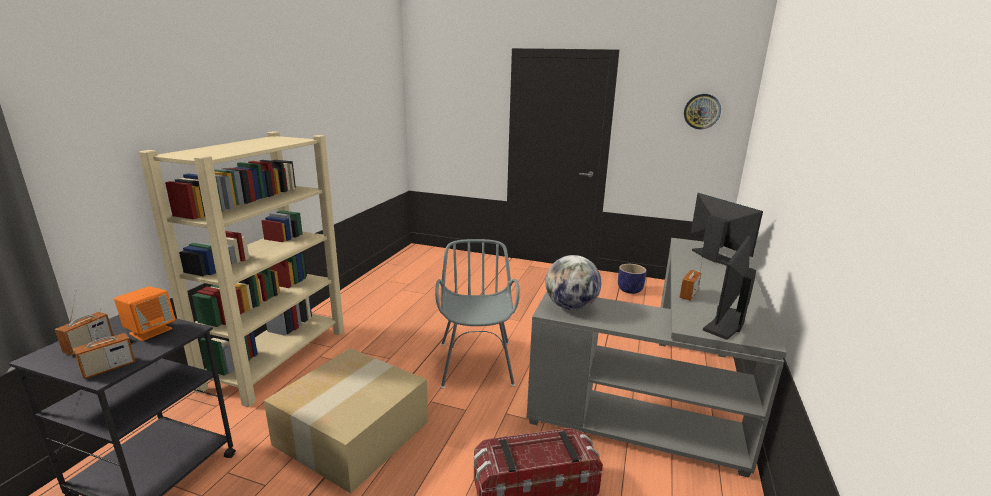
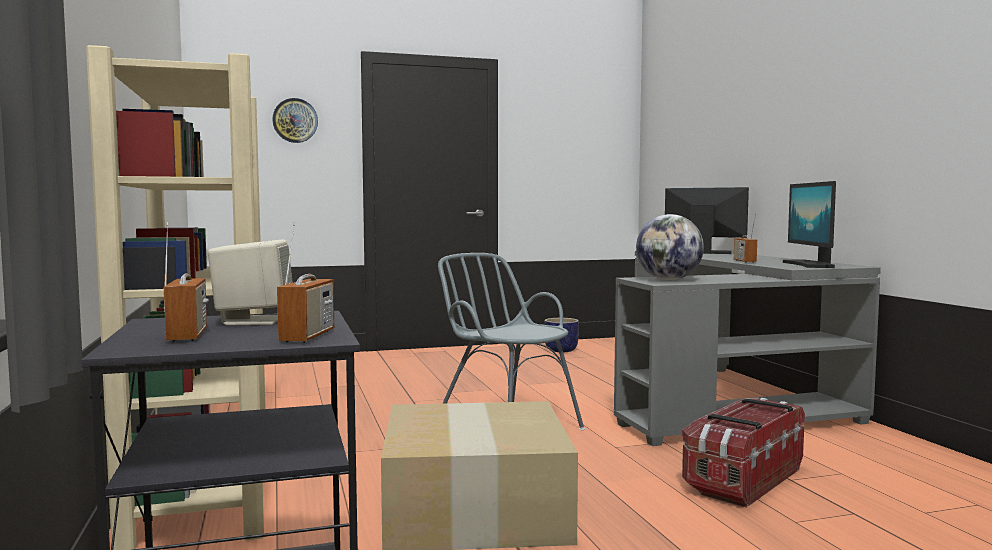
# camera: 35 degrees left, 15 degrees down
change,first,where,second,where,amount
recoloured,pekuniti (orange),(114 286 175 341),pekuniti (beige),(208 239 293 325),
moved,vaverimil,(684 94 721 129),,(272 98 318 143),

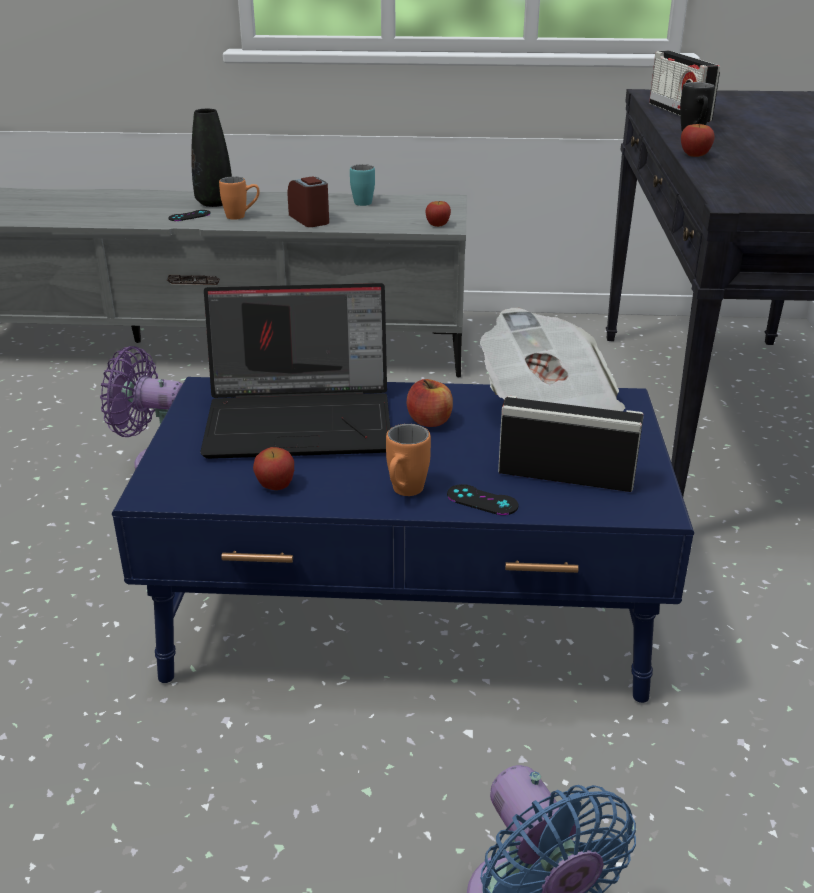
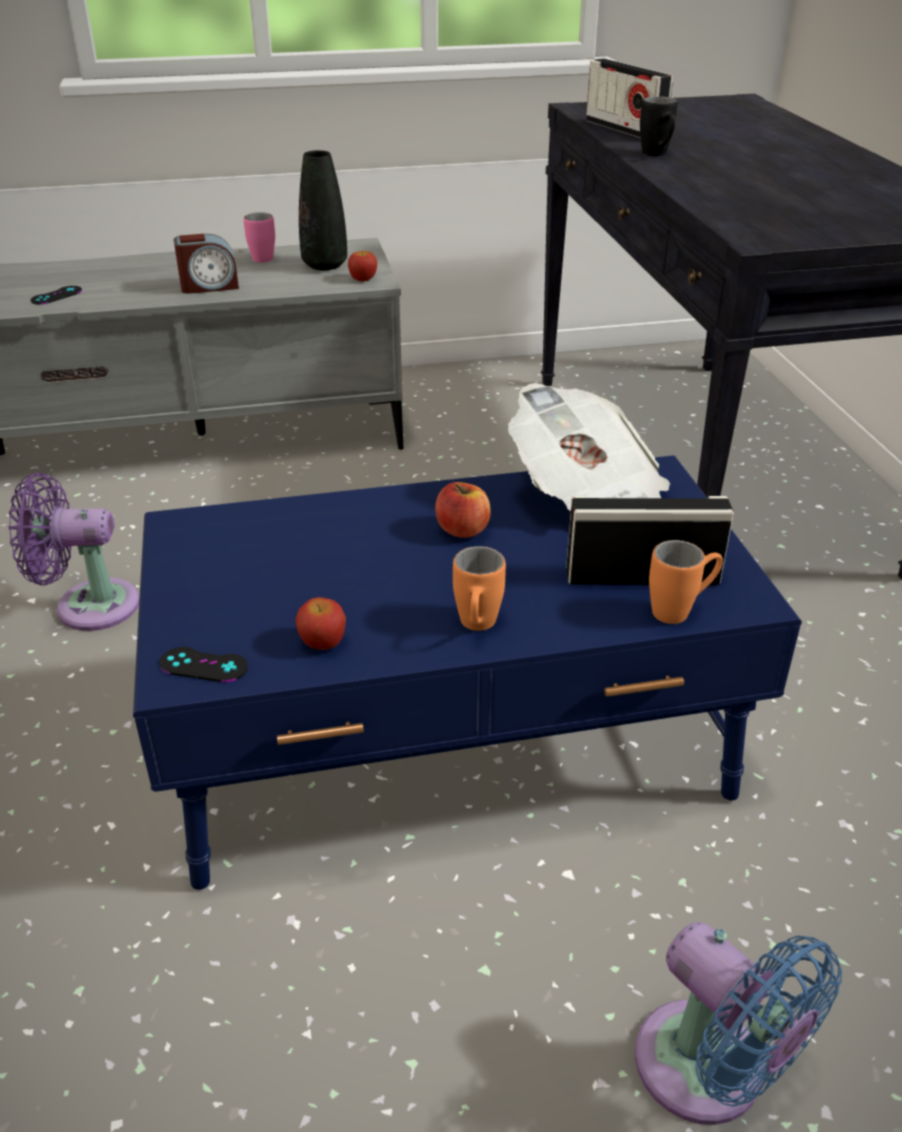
# camera: 15 degrees left, 5 degrees up
change,first,where,second,where,amount
moved,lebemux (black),(447 484 518 515),,(159 647 248 682),
turned,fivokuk,(288 176 329 227),,(174 234 239 294),120 degrees clockwise
recoloured,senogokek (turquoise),(350 164 375 206),senogokek (pink),(244 212 275 263),
moved,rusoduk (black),(191 109 232 207),,(299 150 347 270),
moved,senogokek (orange),(219 176 260 220),,(649 540 723 624),
removed,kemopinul,(200 283 391 459),,,
removed,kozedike,(681 124 715 157),,,

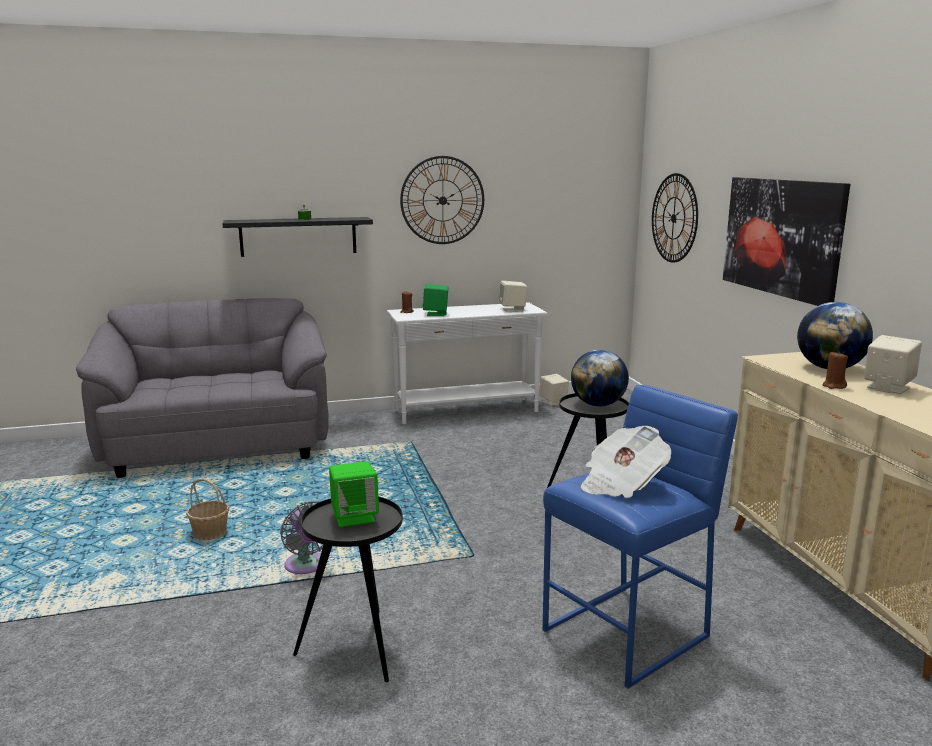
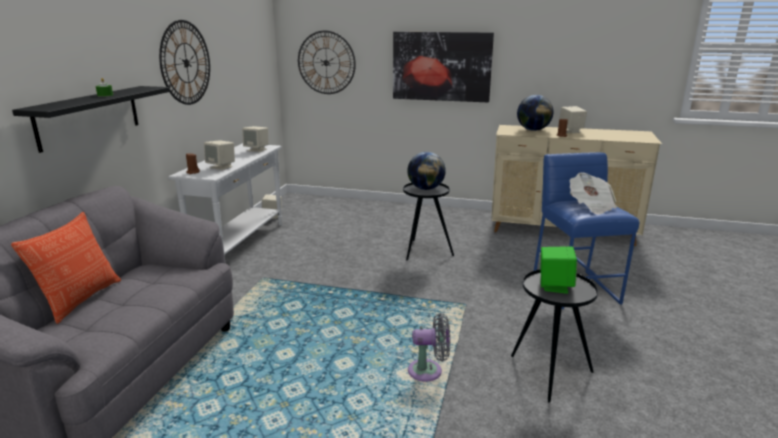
# camera: 60 degrees left, 5 degrees up
change,first,where,second,where,amount
added,,,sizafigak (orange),(11 212 121 324),
recoloured,pekuniti (green),(422 284 449 316),pekuniti (beige),(204 140 235 170),
removed,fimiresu,(186 478 230 541),,,

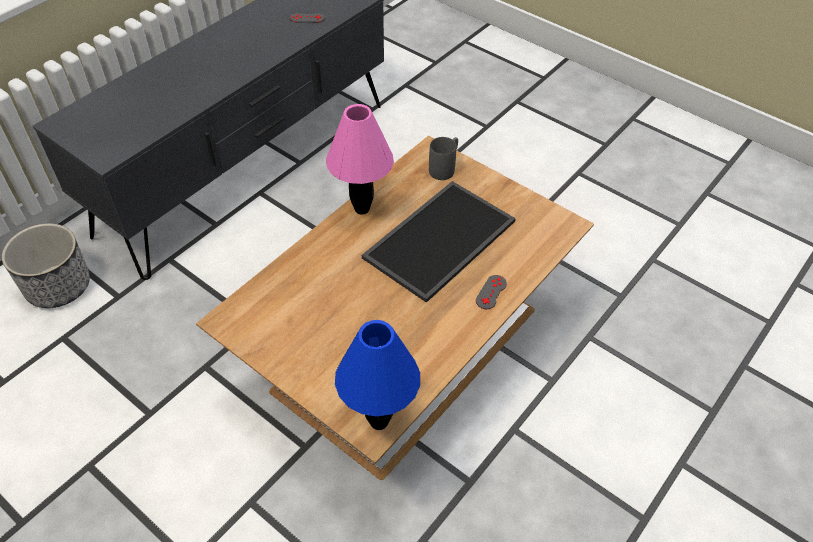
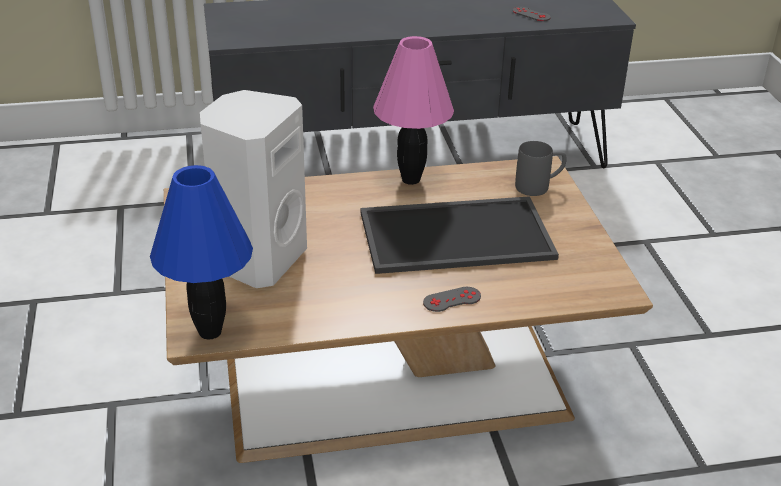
# camera: 40 degrees right, 15 degrees down
change,first,where,second,where,amount
added,,,pekuniti (white),(200 90 307 288),
removed,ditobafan,(2 223 90 308),,,

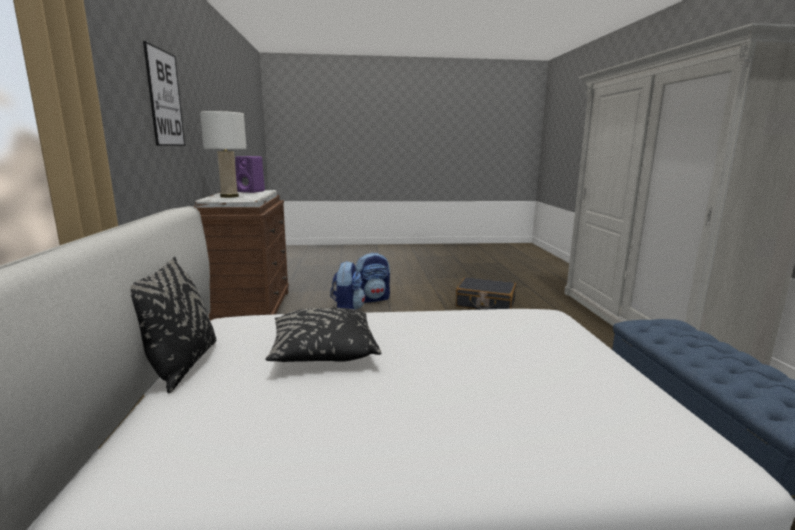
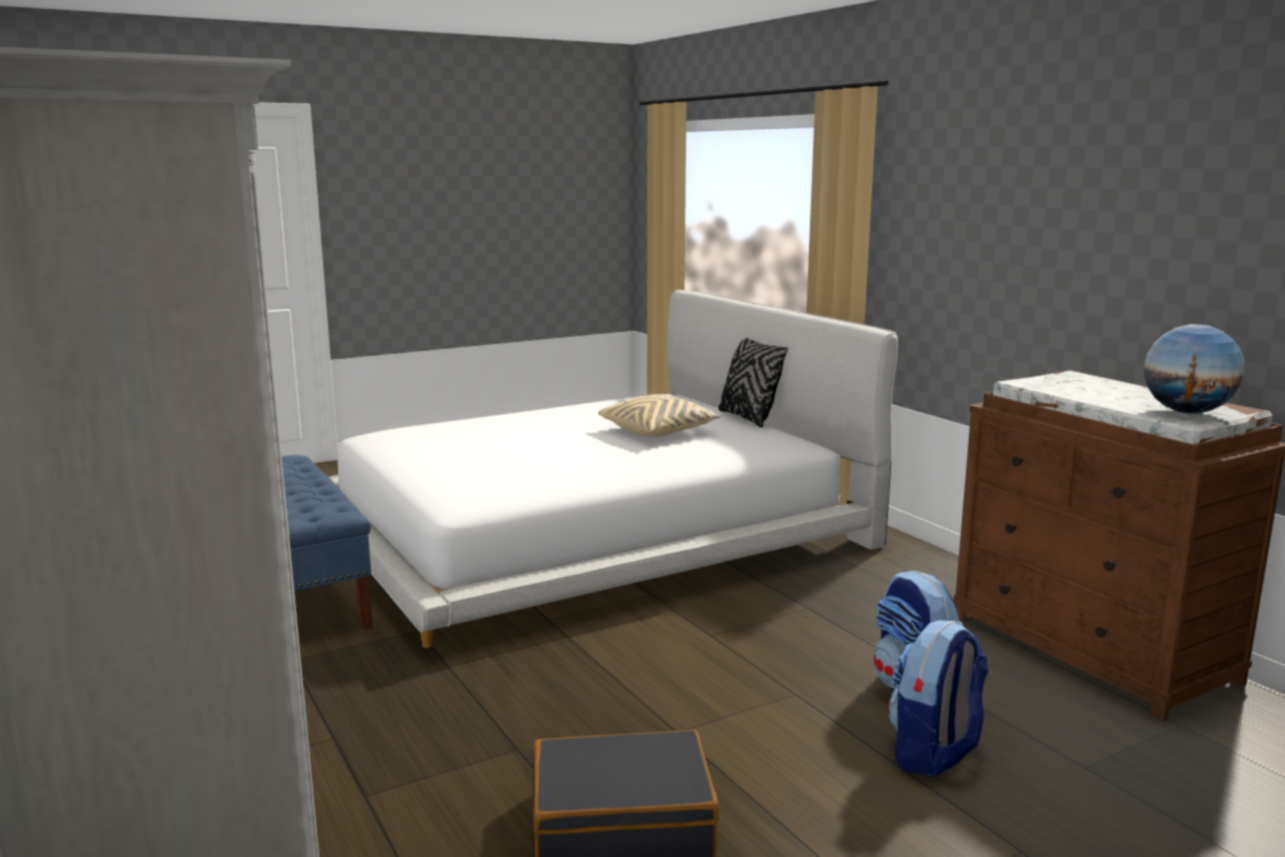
# camera: 155 degrees right, 0 degrees up
change,first,where,second,where,amount
recoloured,sizafigak (black),(266 308 381 363),sizafigak (beige),(598 394 721 437),
replaced,pekuniti (purple),(235 156 265 193),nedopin,(1144 324 1244 414),
removed,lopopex,(143 41 185 146),,,
removed,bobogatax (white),(200 111 246 198),,,

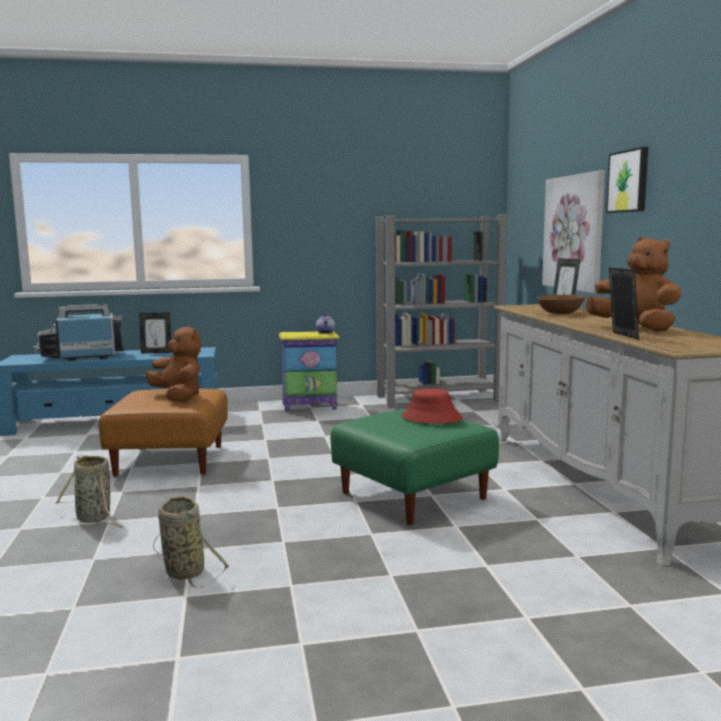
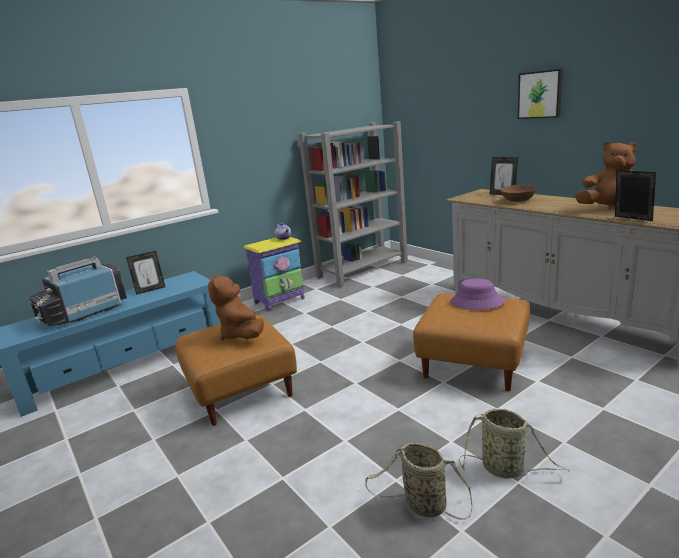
# camera: 25 degrees left, 10 degrees up
change,first,where,second,where,amount
turned,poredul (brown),(146 324 201 402),,(208 274 264 340),135 degrees counterclockwise
recoloured,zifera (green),(331 408 499 525),zifera (brown),(413 294 530 391),
recoloured,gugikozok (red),(402 389 463 424),gugikozok (purple),(450 279 505 310),
moved,fimiresu,(55 455 122 528),,(459 409 570 479),
removed,lopopex,(542 170 605 293),,,

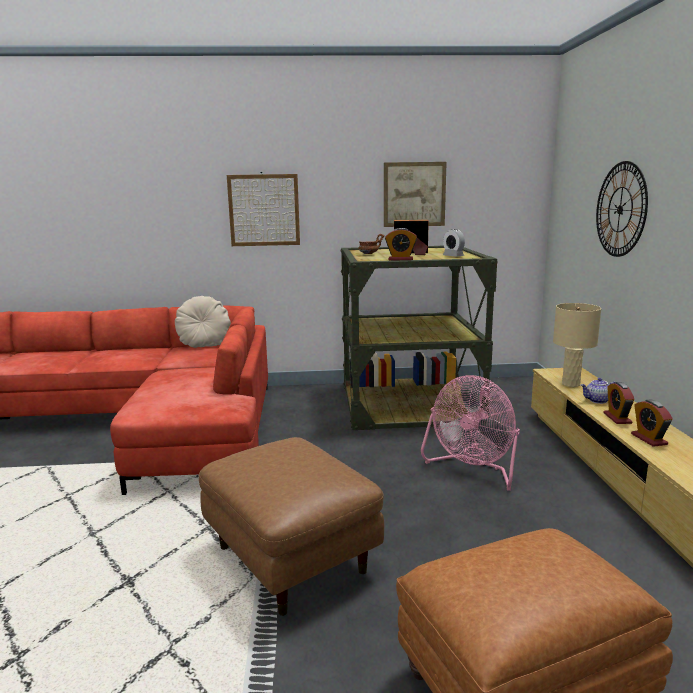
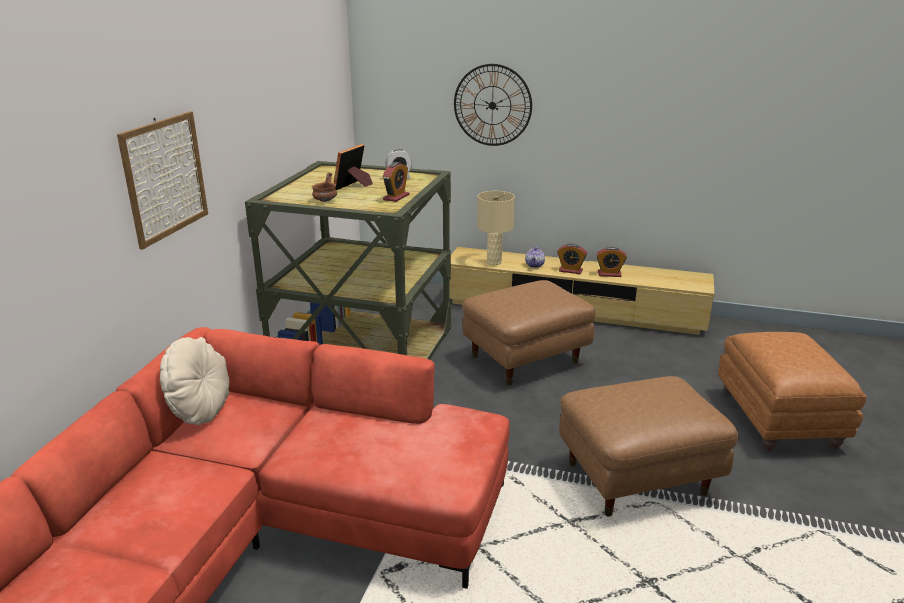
# camera: 70 degrees left, 10 degrees up
change,first,where,second,where,amount
replaced,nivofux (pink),(421 375 520 491),zifera (brown),(462 280 596 386),
removed,lopopex,(384 162 447 227),,,

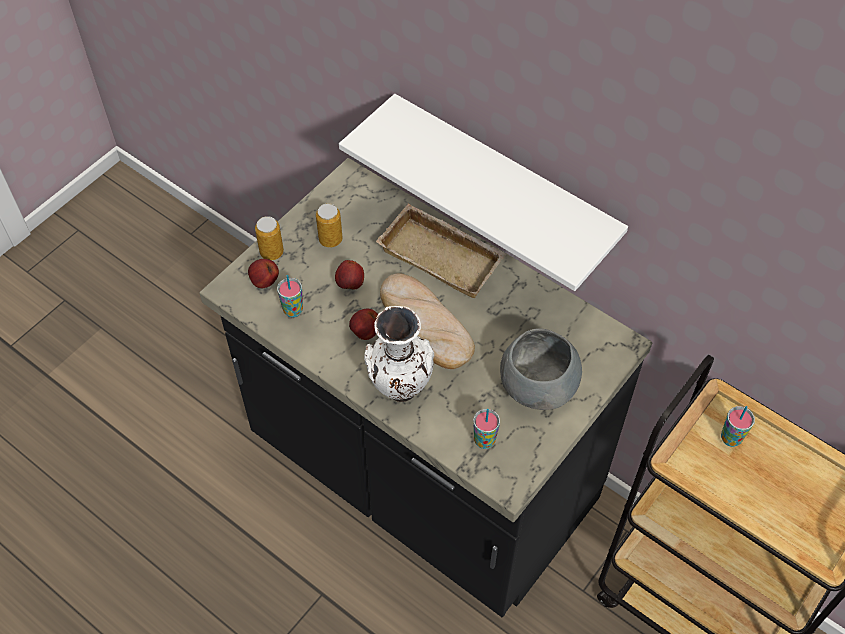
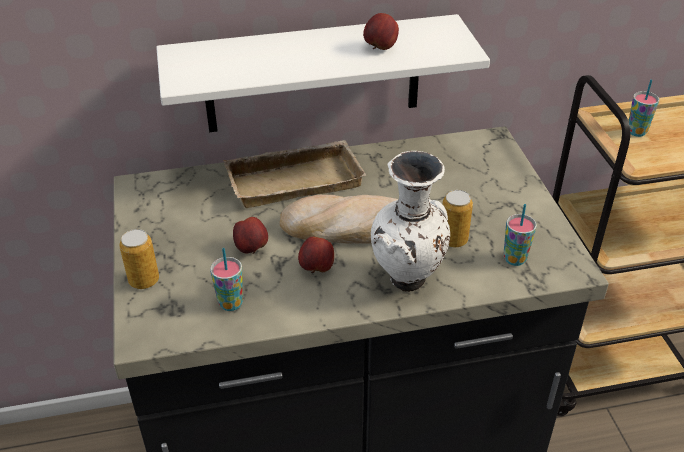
# camera: 50 degrees left, 15 degrees down
change,first,where,second,where,amount
moved,kozedike,(248 259 279 288),,(363 13 399 50),
moved,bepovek,(316 203 343 247),,(442 190 473 247),
removed,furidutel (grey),(500 328 582 410),,,

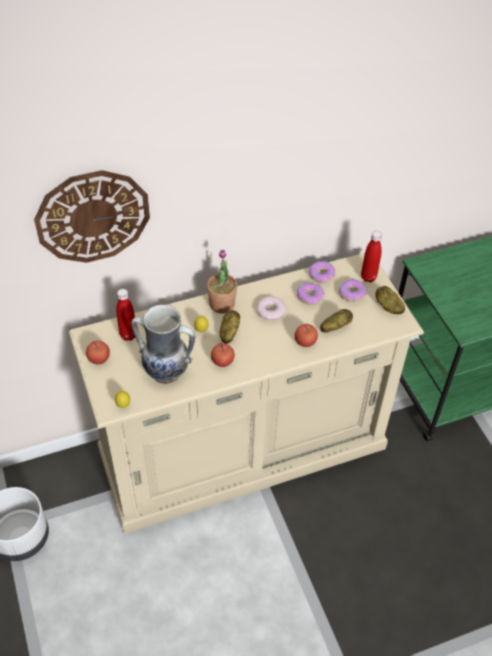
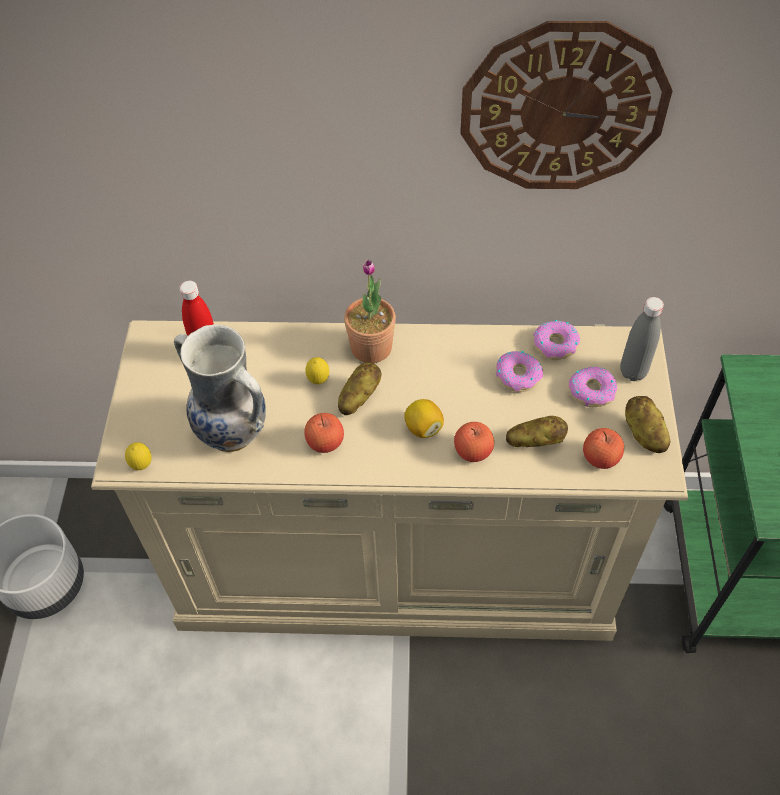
# camera: 25 degrees right, 5 degrees up
change,first,where,second,where,amount
added,,,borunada,(404 399 444 438),
moved,vaverimil,(34 170 150 263),,(460 21 672 189),
moved,kozedike,(86 341 110 364),,(583 428 624 469),
recoloured,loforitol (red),(361 231 382 282),loforitol (grey),(620 297 664 381),
removed,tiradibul,(256 296 286 320),,,

